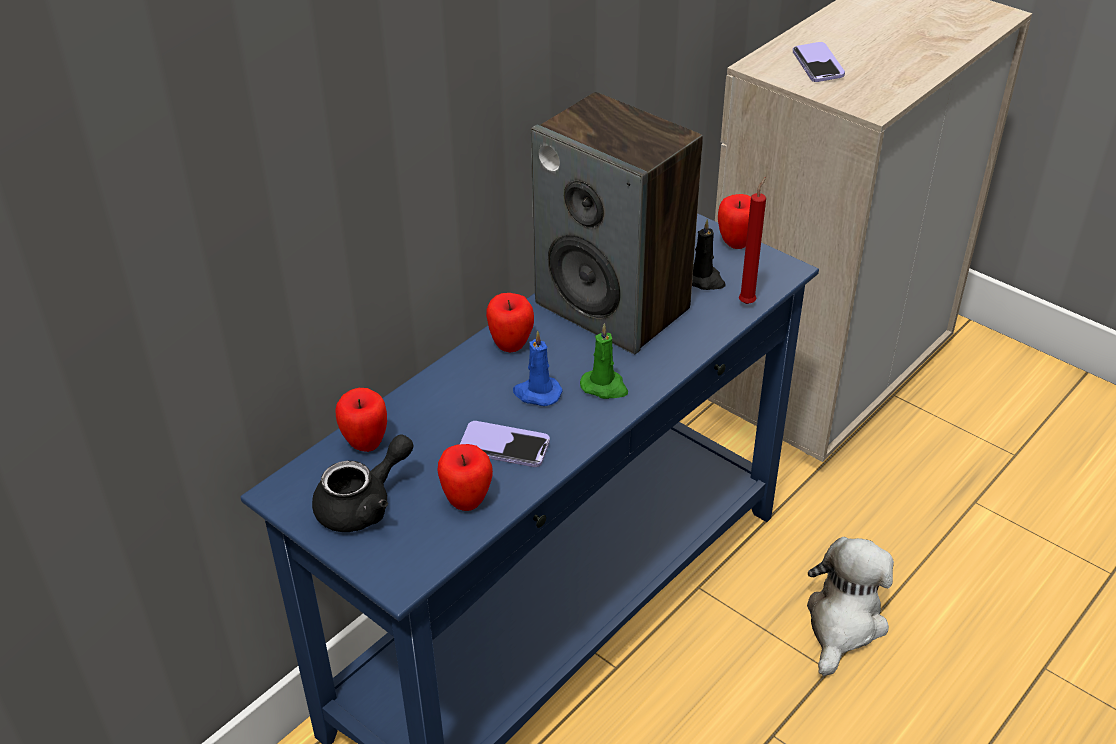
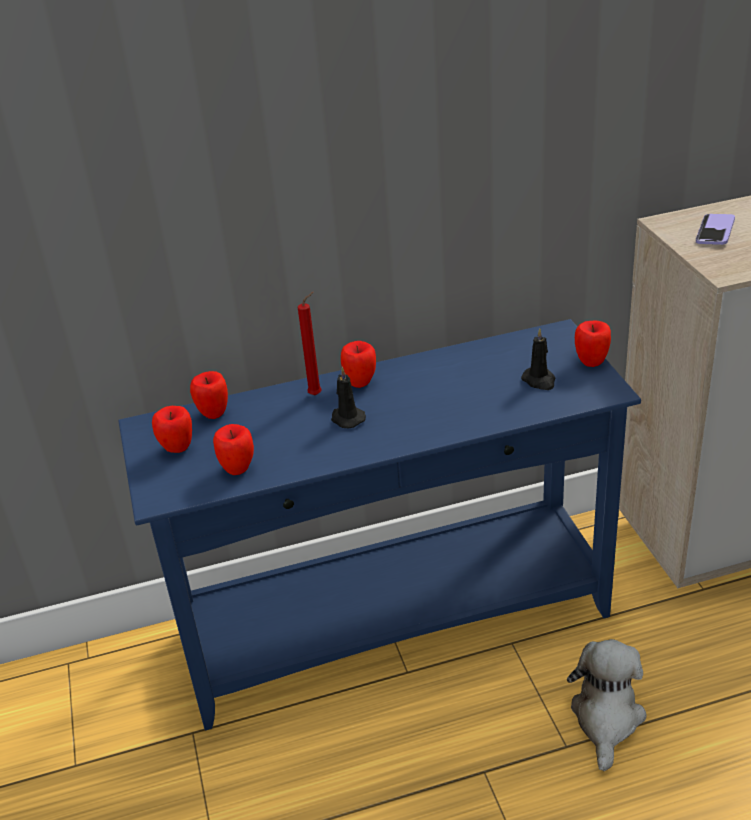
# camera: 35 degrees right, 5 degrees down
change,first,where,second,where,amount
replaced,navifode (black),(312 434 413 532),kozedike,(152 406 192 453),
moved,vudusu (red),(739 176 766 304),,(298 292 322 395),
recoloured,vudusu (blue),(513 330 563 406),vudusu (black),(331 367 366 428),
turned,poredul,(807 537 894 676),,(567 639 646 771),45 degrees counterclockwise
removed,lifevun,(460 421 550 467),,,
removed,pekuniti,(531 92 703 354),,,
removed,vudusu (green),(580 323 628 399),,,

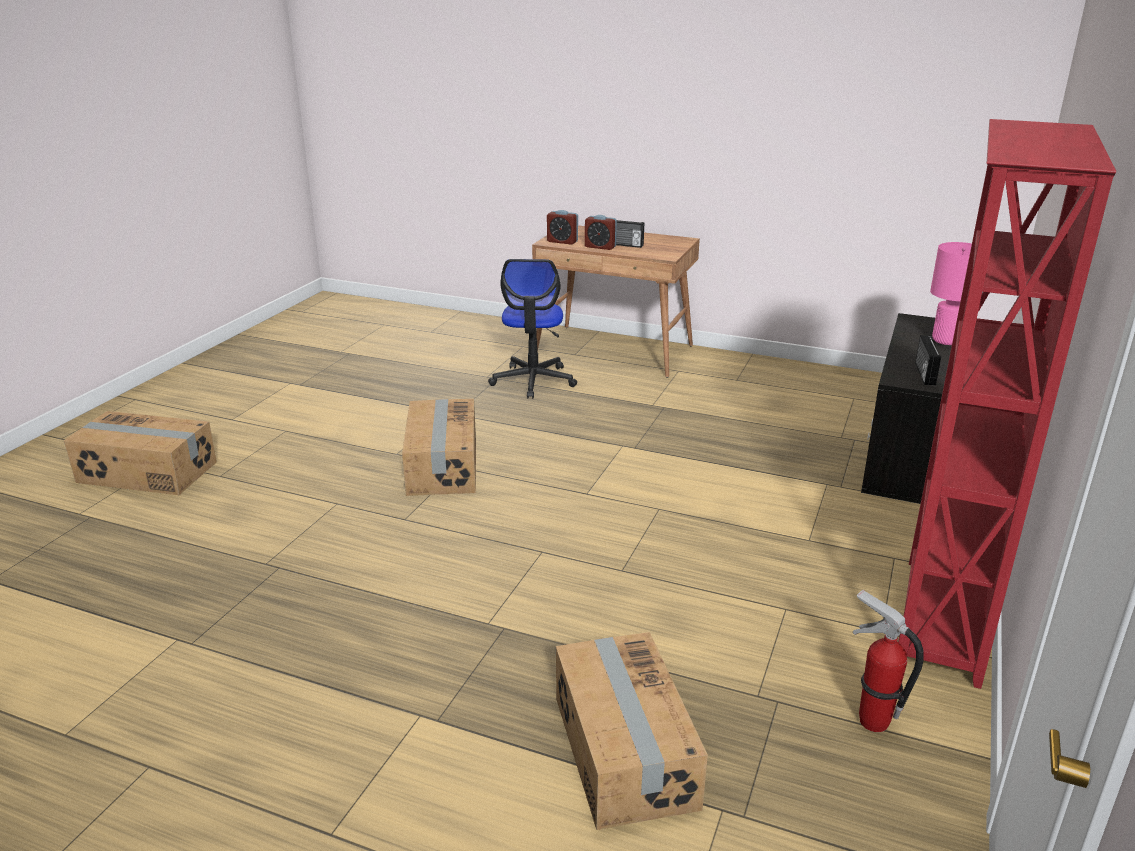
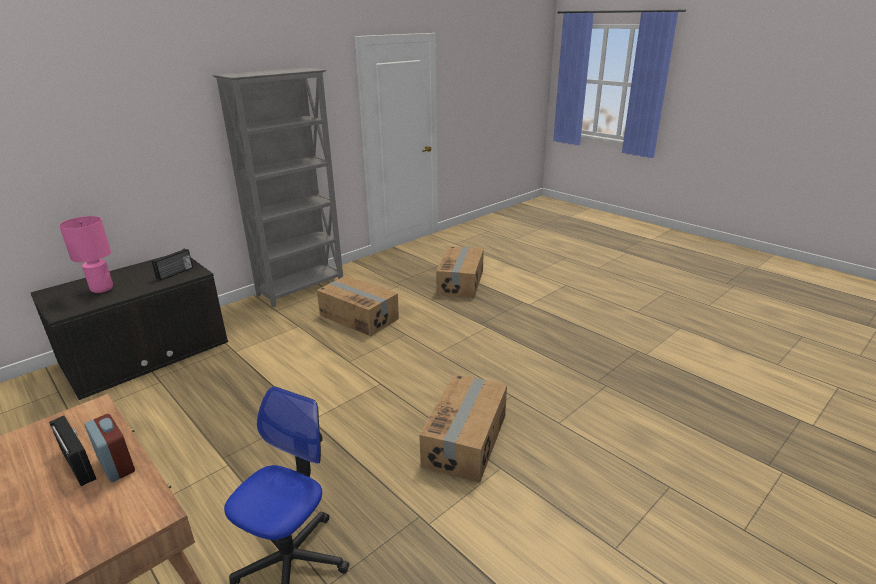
# camera: 155 degrees left, 0 degrees up
change,first,where,second,where,amount
recoloured,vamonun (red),(898 119 1116 689),vamonun (grey),(212 68 343 307),
moved,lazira,(64 411 217 495),,(317 276 399 337),
removed,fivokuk,(547 210 578 245),,,
removed,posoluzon,(853 590 924 732),,,

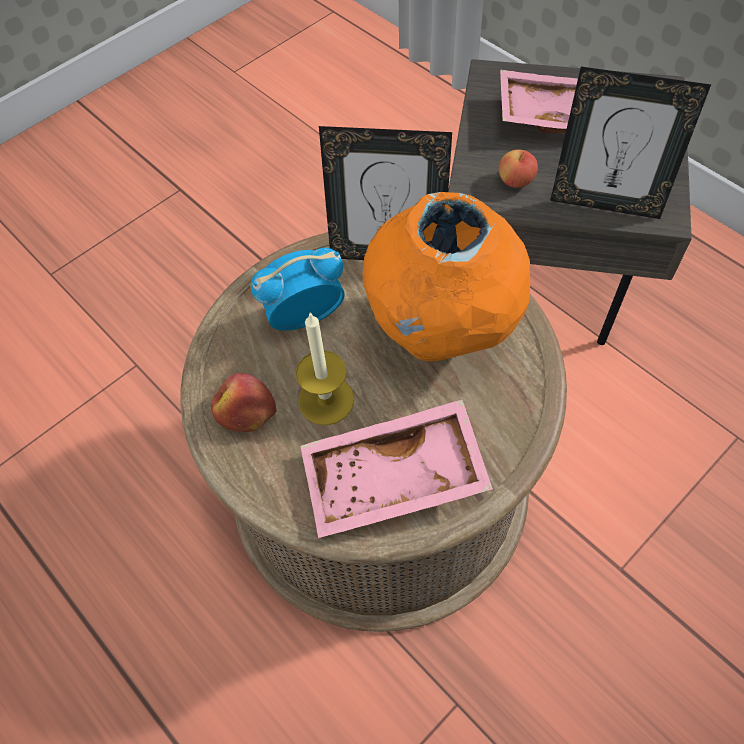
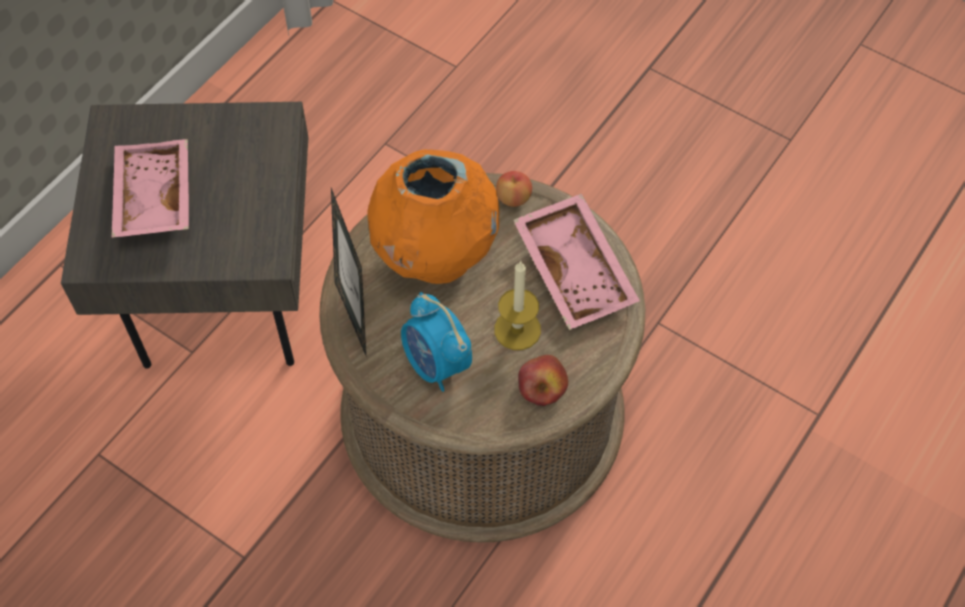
# camera: 105 degrees left, 0 degrees up
change,first,where,second,where,amount
moved,kozedike,(499 150 538 188),,(496 171 532 207),
removed,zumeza,(550 67 711 219),,,

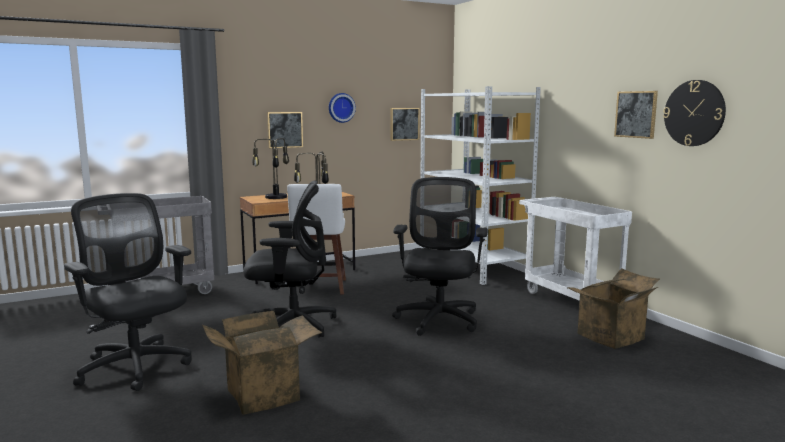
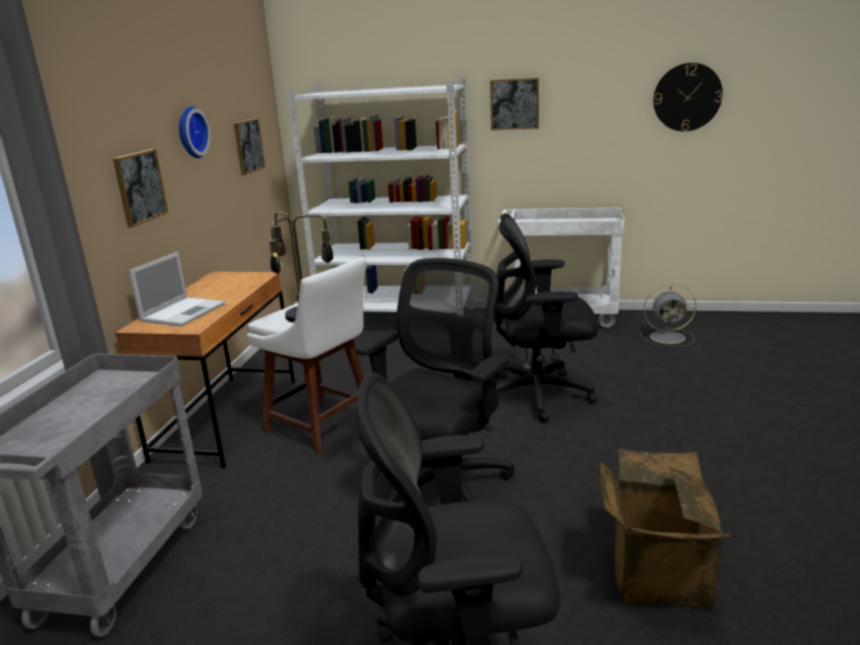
# camera: 50 degrees left, 10 degrees up
change,first,where,second,where,amount
replaced,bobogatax,(253 138 289 199),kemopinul,(129 252 225 326),
moved,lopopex,(614 91 658 139),,(490 78 539 130),
turned,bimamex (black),(392 177 488 336),,(494 213 598 423),45 degrees counterclockwise
replaced,lazira,(567 268 660 349),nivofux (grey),(640 284 696 347),

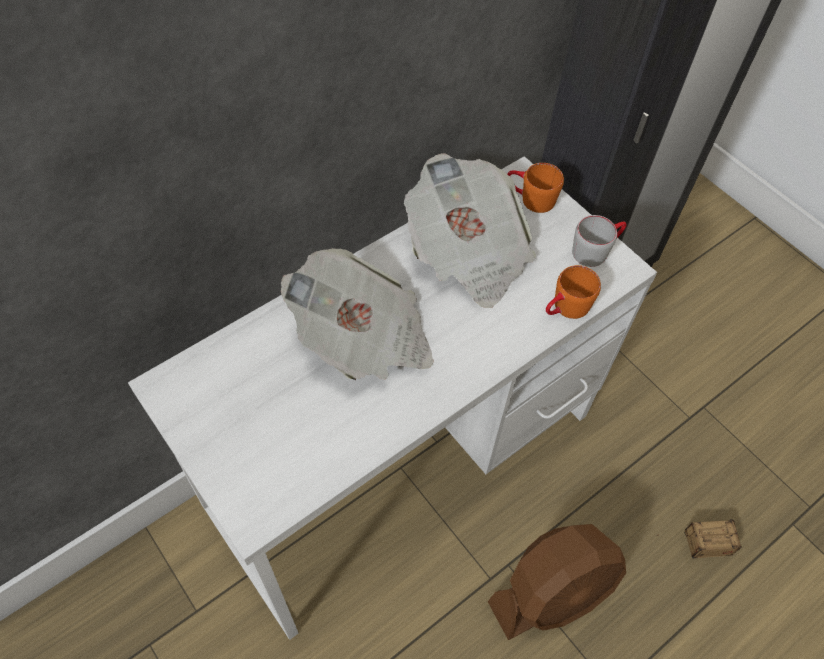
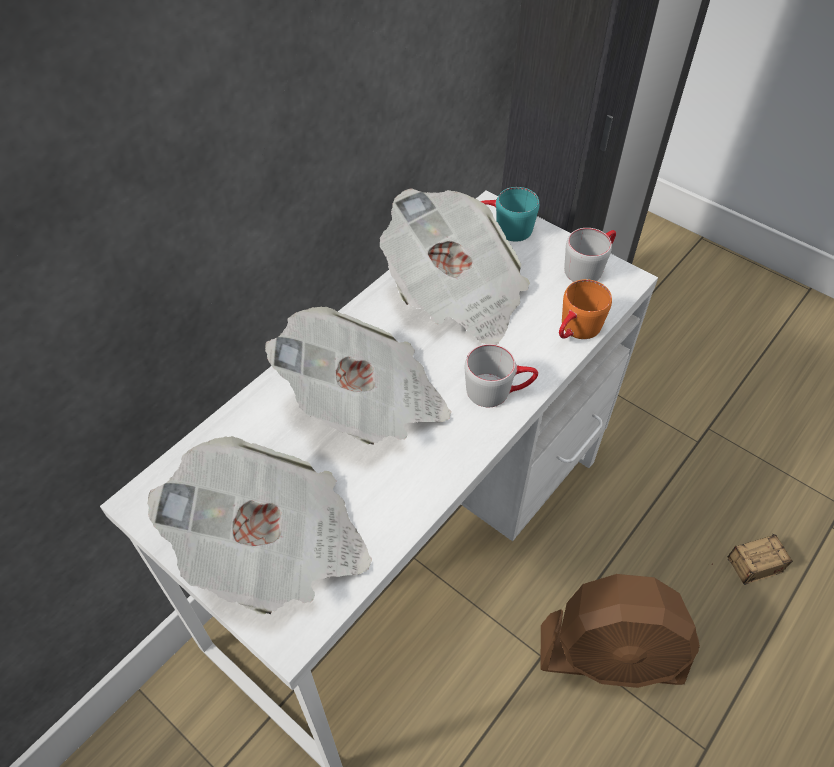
# camera: 10 degrees left, 5 degrees down
change,first,where,second,where,amount
added,,,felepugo,(147 436 372 614),
added,,,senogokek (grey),(465 344 538 407),
recoloured,senogokek (orange),(507 163 564 213),senogokek (turquoise),(481 187 539 242),
turned,nivofux (brown),(488 524 626 640),,(541 574 700 688),45 degrees clockwise

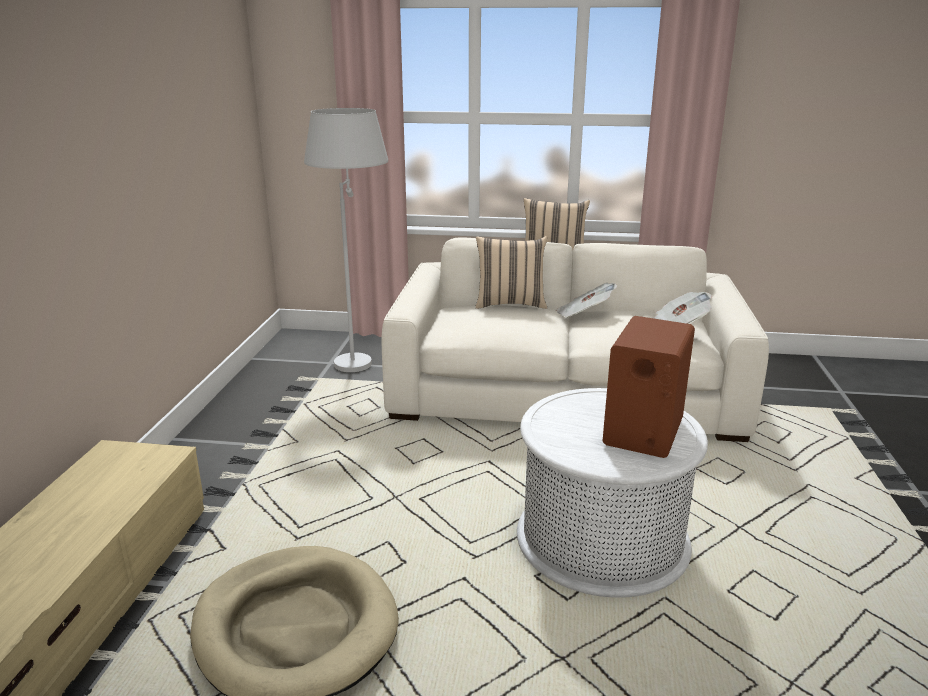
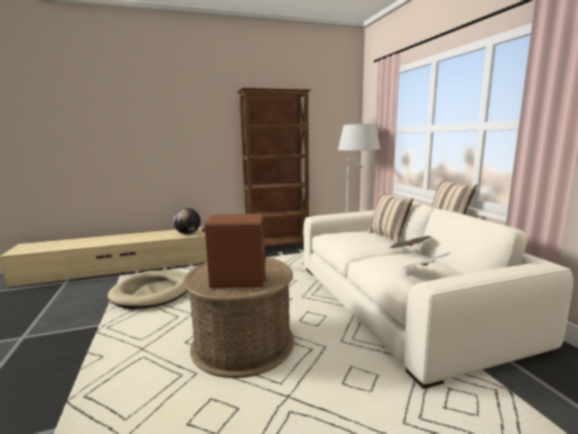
# camera: 65 degrees right, 10 degrees down
change,first,where,second,where,amount
added,,,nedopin,(173 208 201 234),
recoloured,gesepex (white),(517 388 708 598),gesepex (brown),(184 257 294 378),
added,,,vamonun (brown),(237 88 311 247),

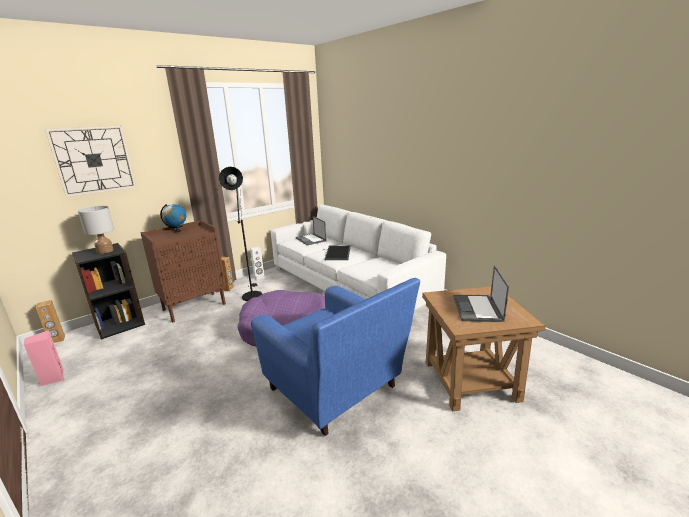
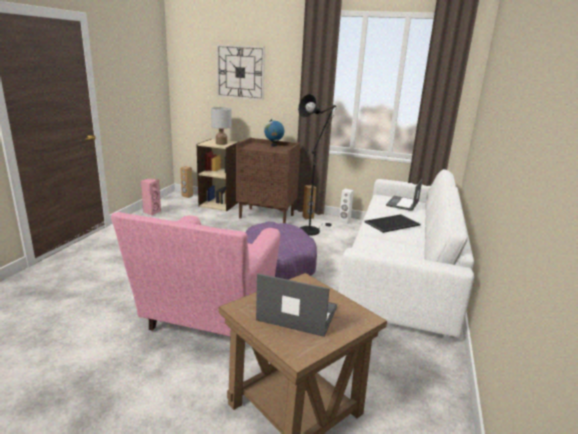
# camera: 55 degrees right, 0 degrees up
change,first,where,second,where,amount
recoloured,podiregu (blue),(251 278 420 436),podiregu (pink),(111 212 280 336),
recoloured,vamonun (black),(72 243 145 340),vamonun (beige),(197 139 239 211),
turned,kemopinul,(453 265 509 322),,(256 273 337 337),45 degrees clockwise

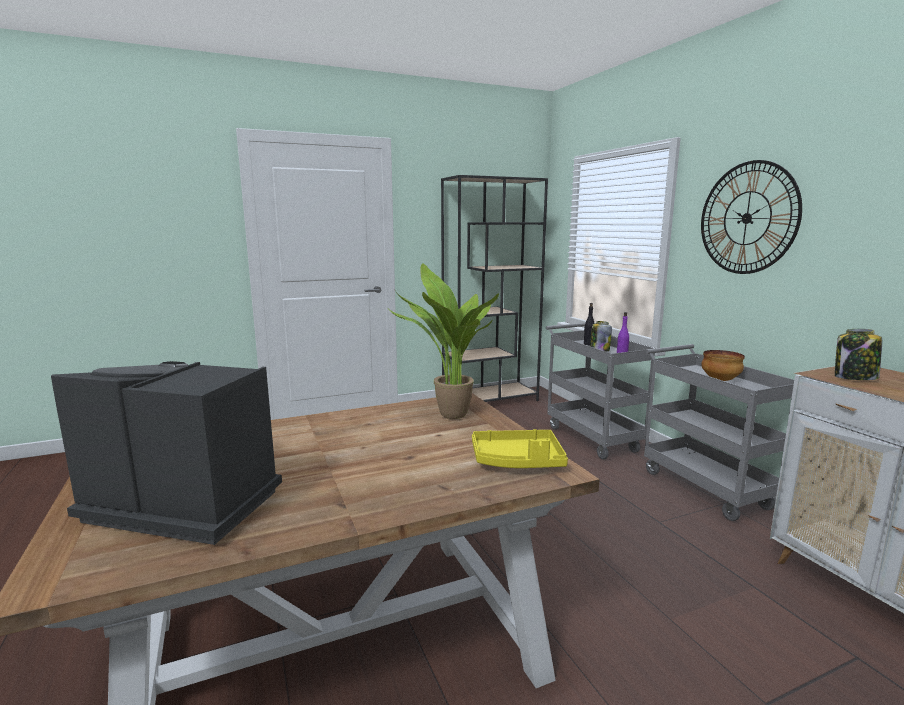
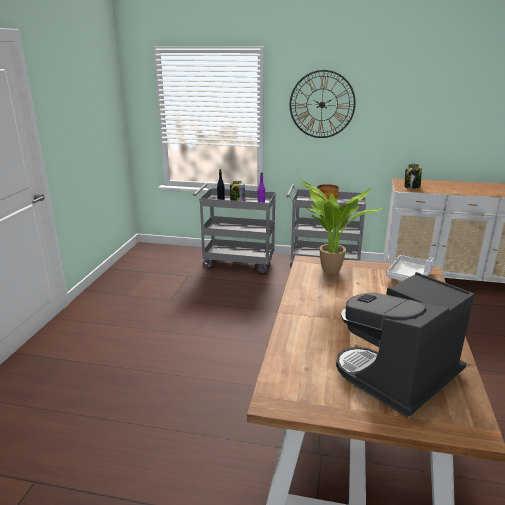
# camera: 55 degrees left, 10 degrees up
change,first,where,second,where,amount
recoloured,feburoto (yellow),(472 429 568 468),feburoto (grey),(386 255 434 281),
removed,vamonun,(441 175 548 402),,,

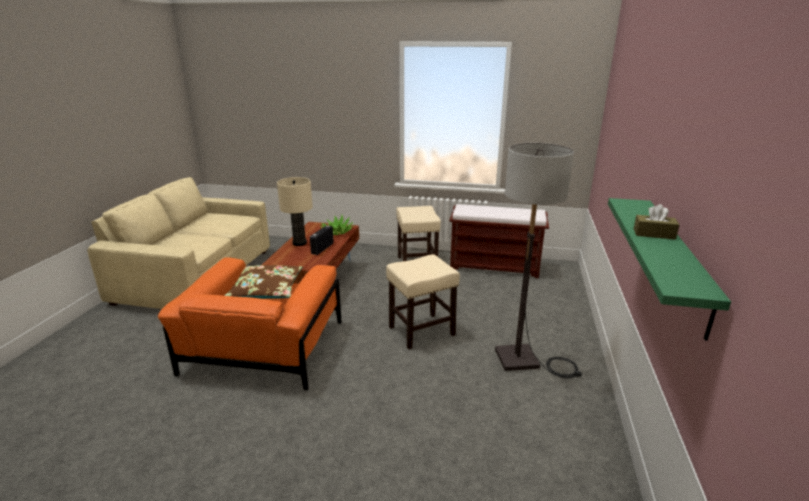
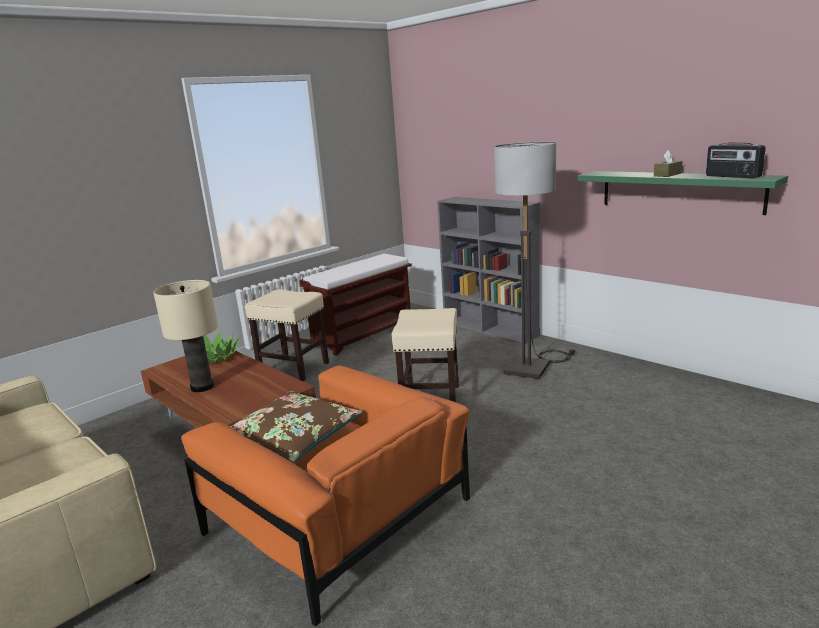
# camera: 55 degrees left, 5 degrees down
change,first,where,second,where,amount
added,,,vamonun (grey),(437 197 540 344),
moved,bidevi,(310 226 334 255),,(706 142 766 179),

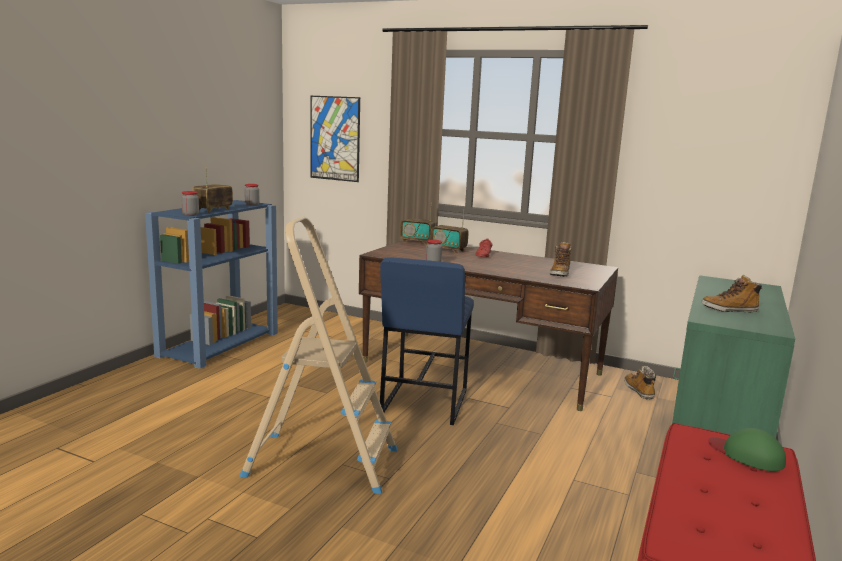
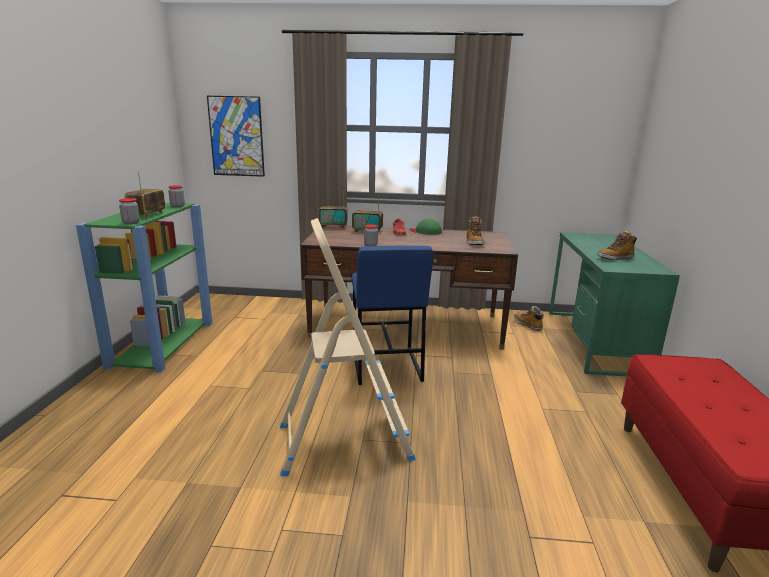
# camera: 20 degrees left, 5 degrees up
change,first,where,second,where,amount
recoloured,vamonun (blue),(145 200 278 369),vamonun (green),(76 203 212 373),
moved,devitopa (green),(708 428 786 471),,(409 218 442 235),

